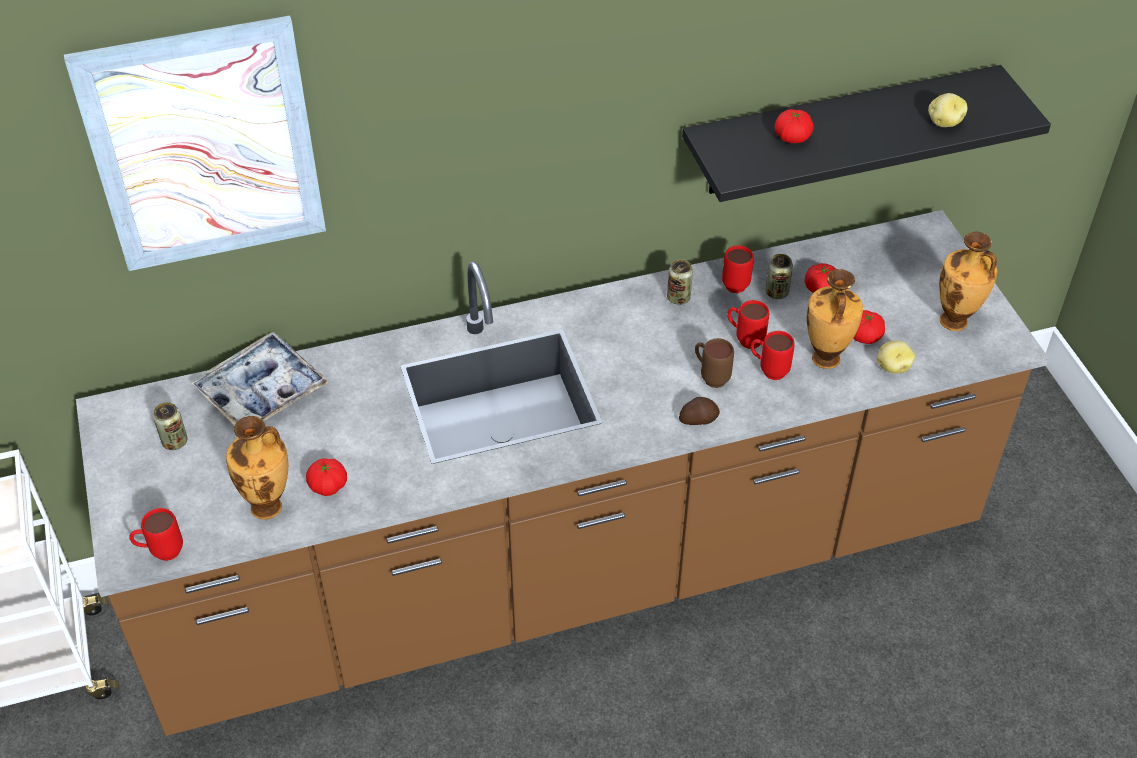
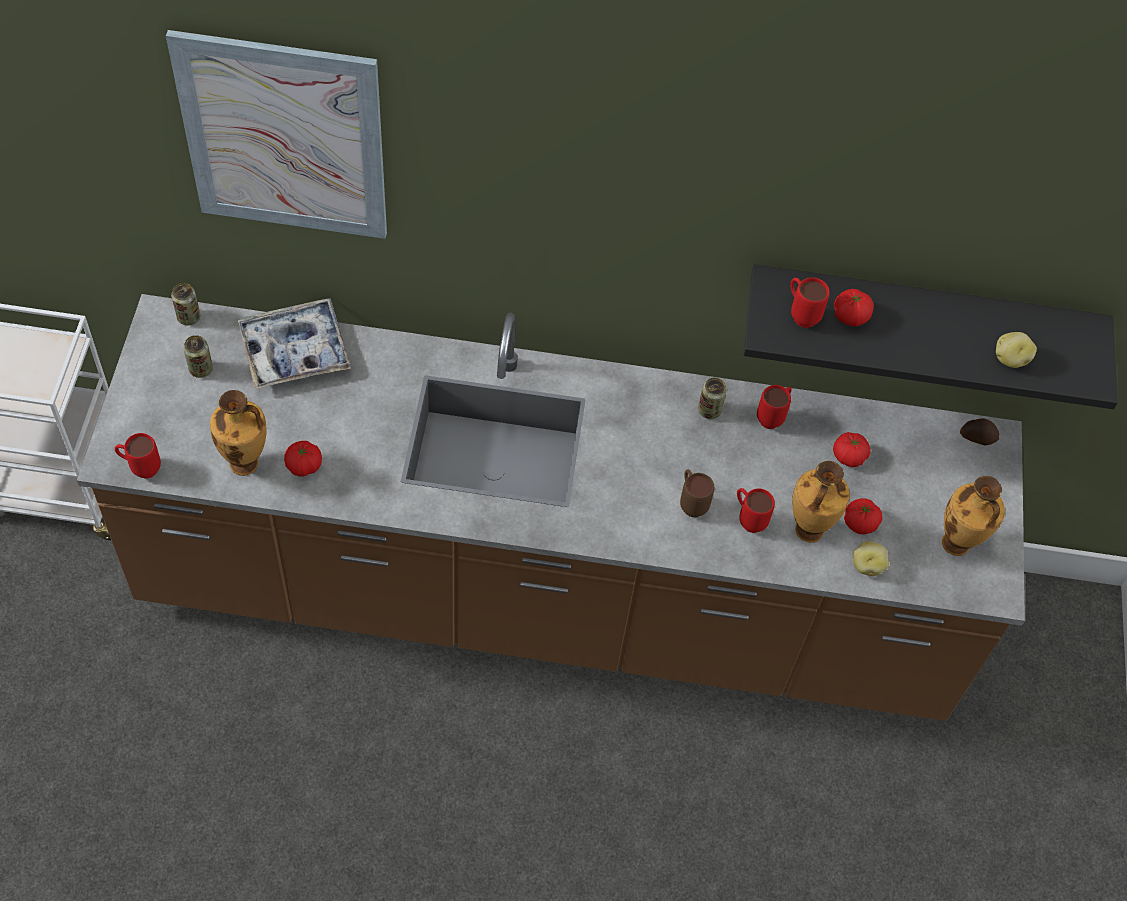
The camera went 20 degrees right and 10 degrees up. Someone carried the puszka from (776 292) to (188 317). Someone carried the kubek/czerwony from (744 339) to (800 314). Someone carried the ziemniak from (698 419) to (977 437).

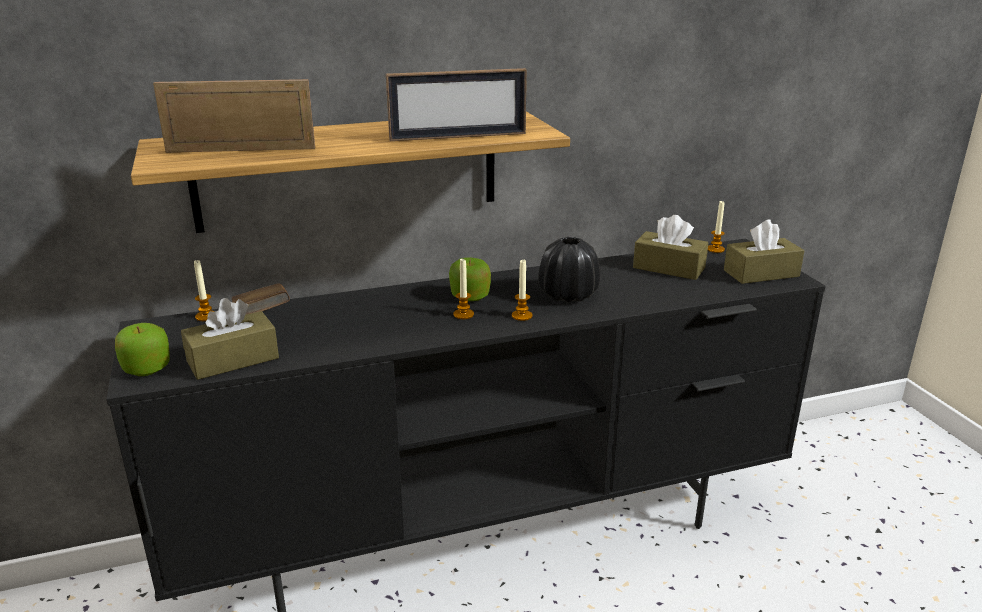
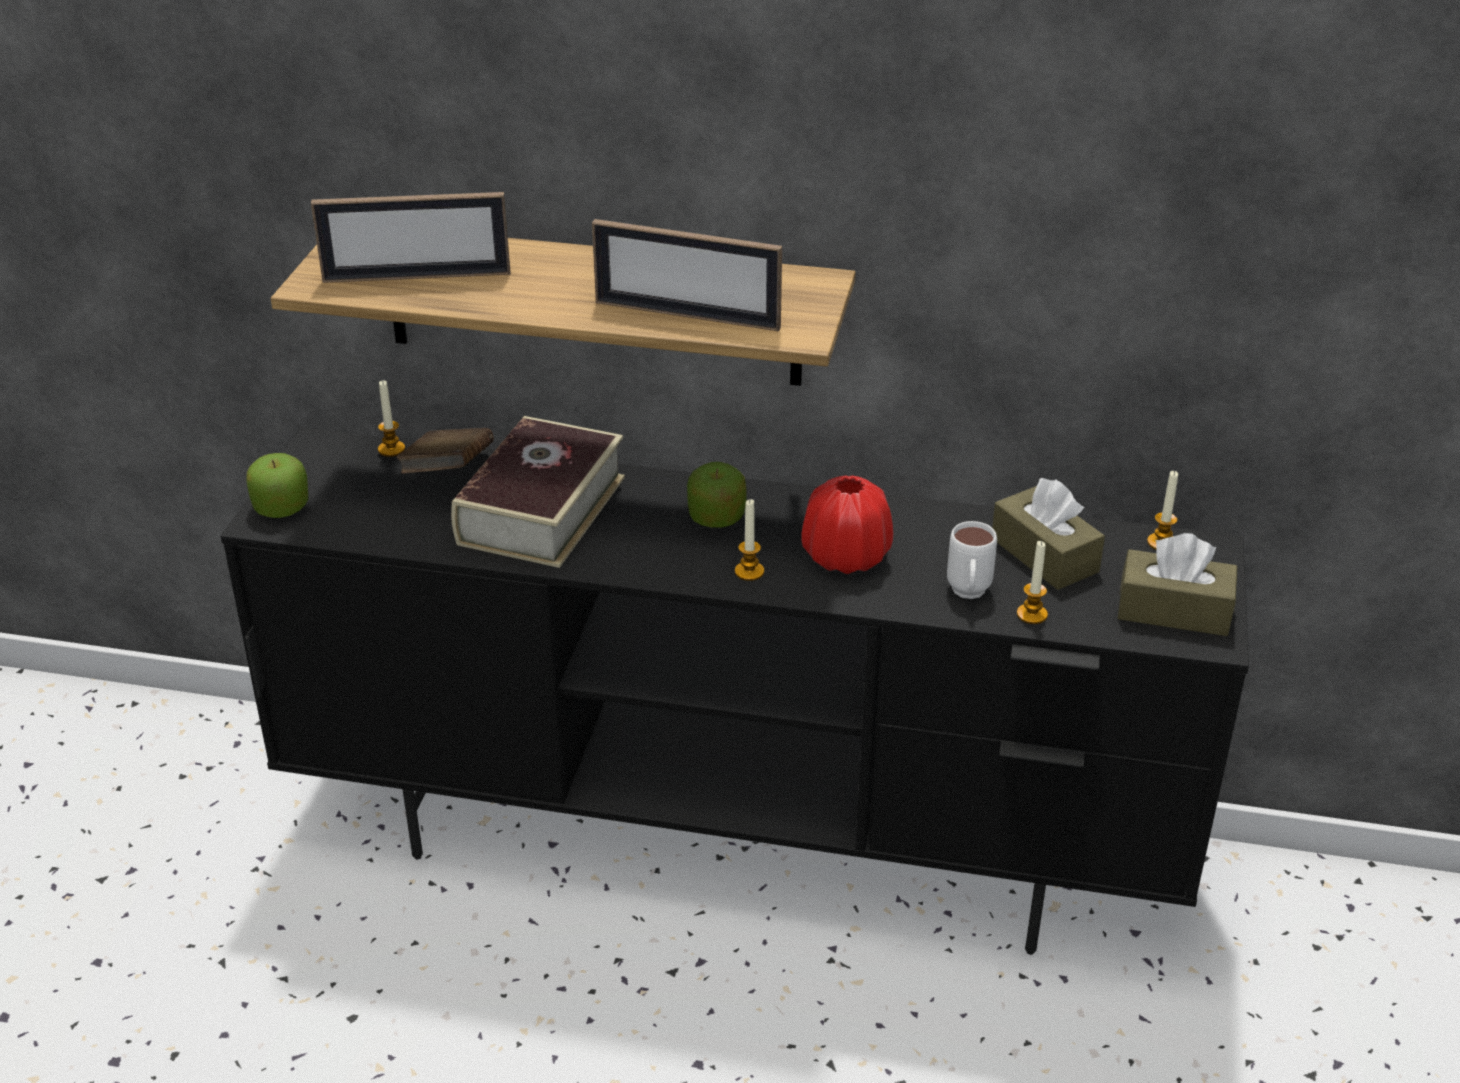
The camera went 30 degrees right and 10 degrees up. Someone rotated the ramka na zdjęcie at (241 150) by 150 degrees clockwise. Someone put down the książka at (541 510). Someone repainted the wazon/czarny at (568 295), which became the wazon/czerwony at (846 557). Someone put down the kubek/biały at (968 595). Someone carried the świeca from (463 314) to (1032 614). Someone took away the pudełko chusteczek/brązowy at (233 359).

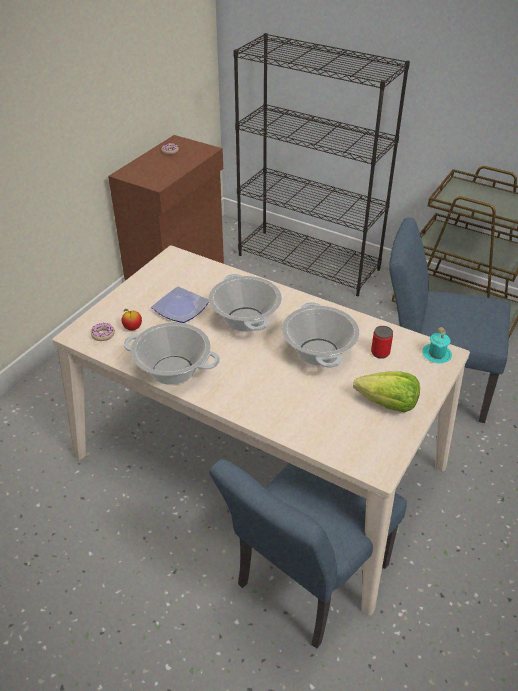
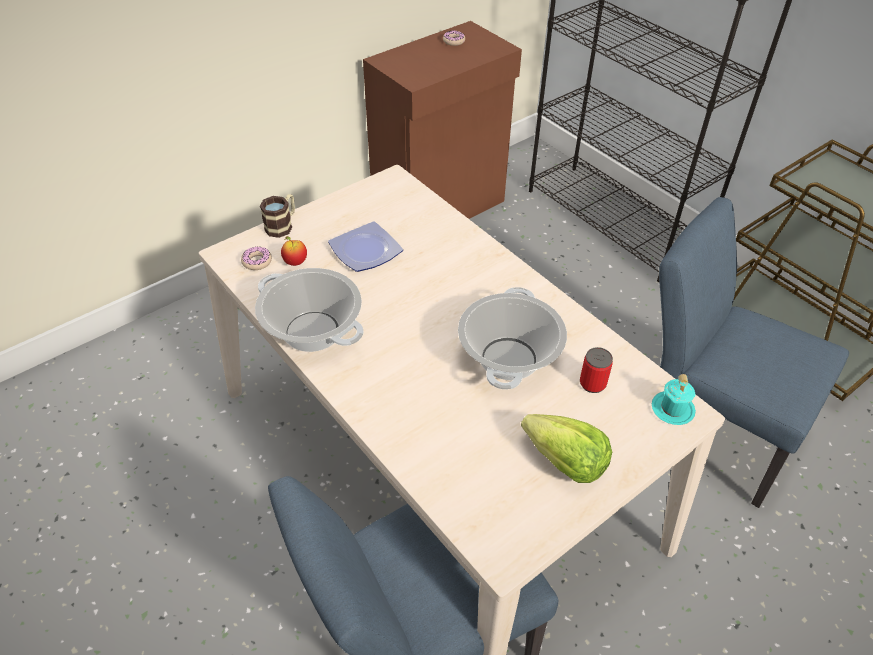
The camera went 20 degrees right and 5 degrees up. Someone put down the kubek at (282 225). Someone took away the garnek at (245 319).

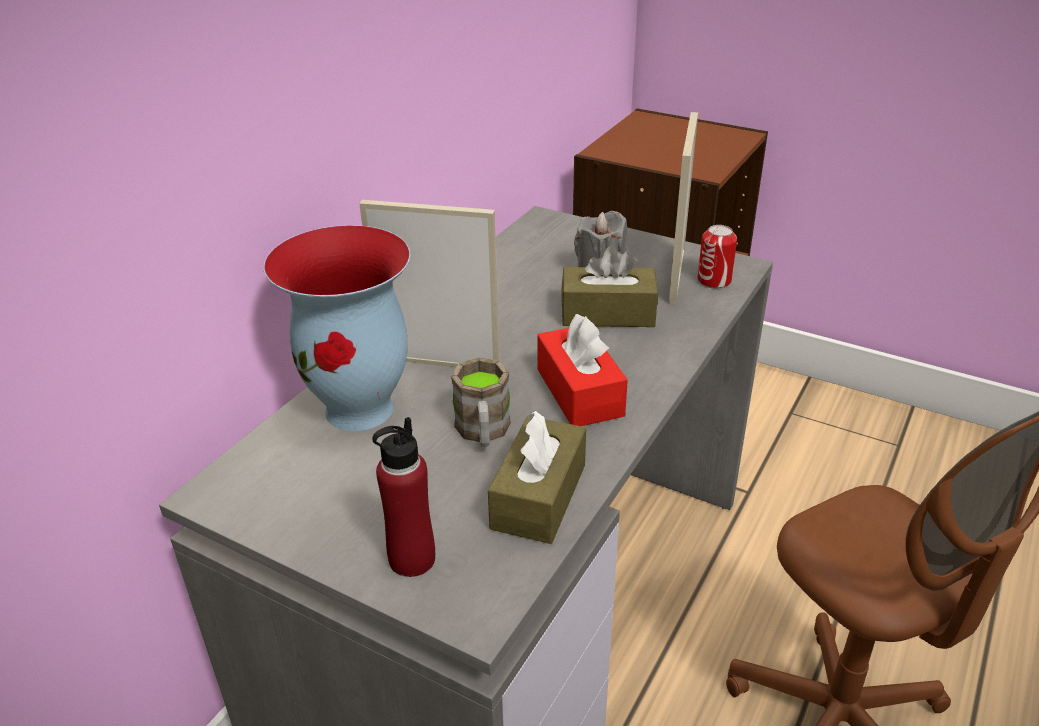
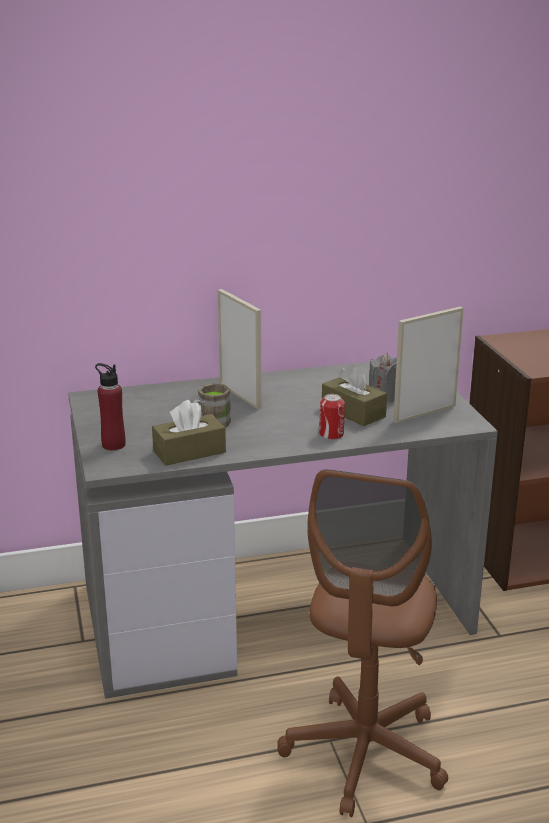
The camera went 45 degrees right and 10 degrees down. Someone carried the puszka from (714 280) to (331 434). Someone took away the wazon at (362 409). Someone took away the pudełko chusteczek/czerwony at (579 392).

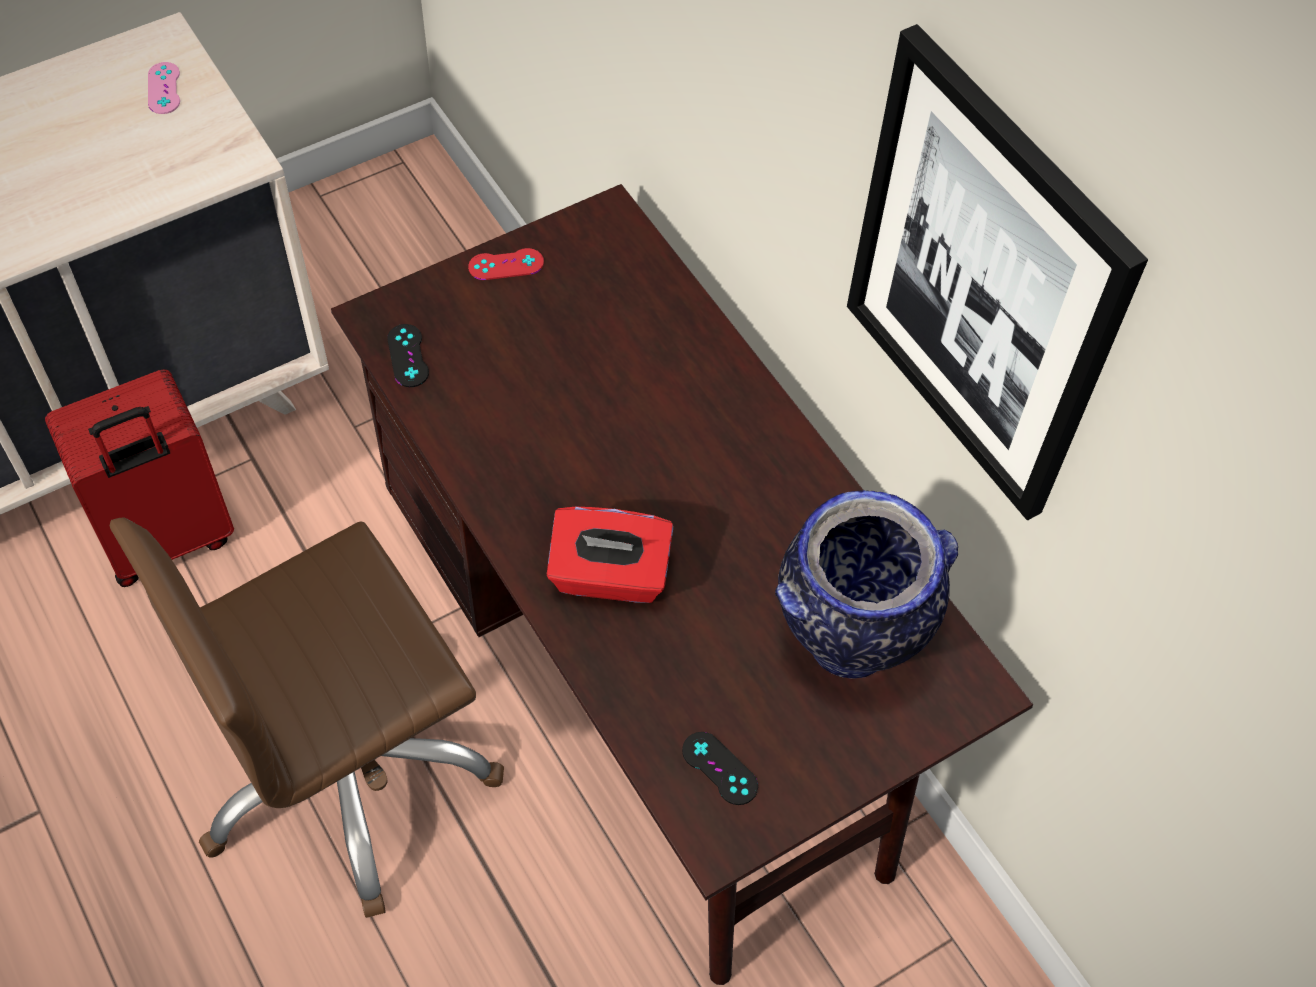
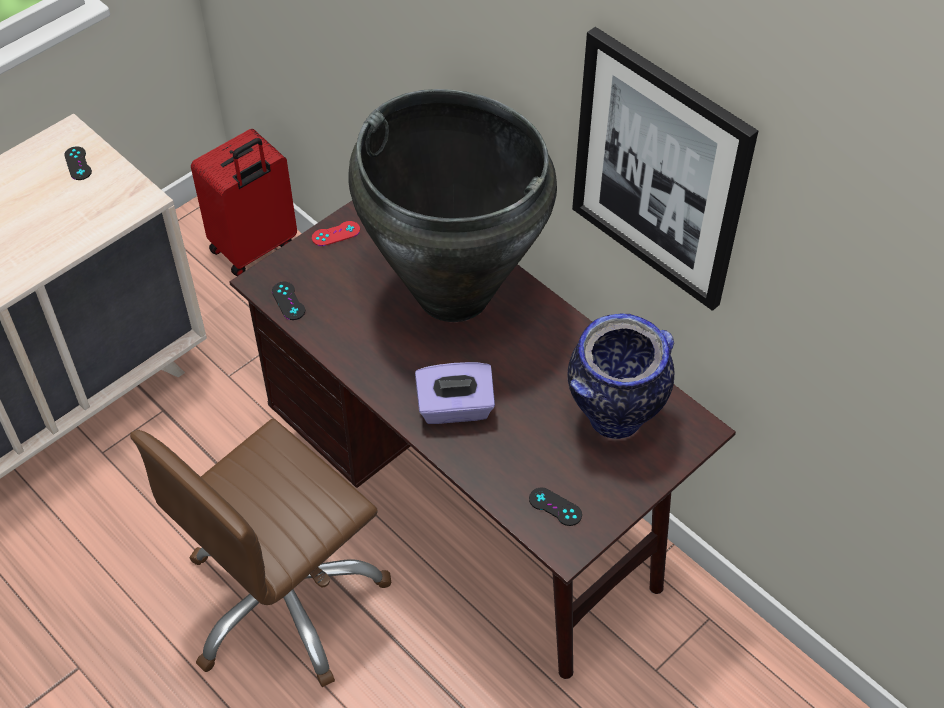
The camera went 10 degrees left and 5 degrees down. Someone repainted the pad do gier/różowy at (164 88), which became the pad do gier/czarny at (78 163). Someone carried the walizka/czerwony from (167 540) to (254 248). Someone put down the wazon/czarny at (454 294). Someone repainted the pudełko chusteczek/czerwony at (609 576), which became the pudełko chusteczek/fioletowy at (455 408).

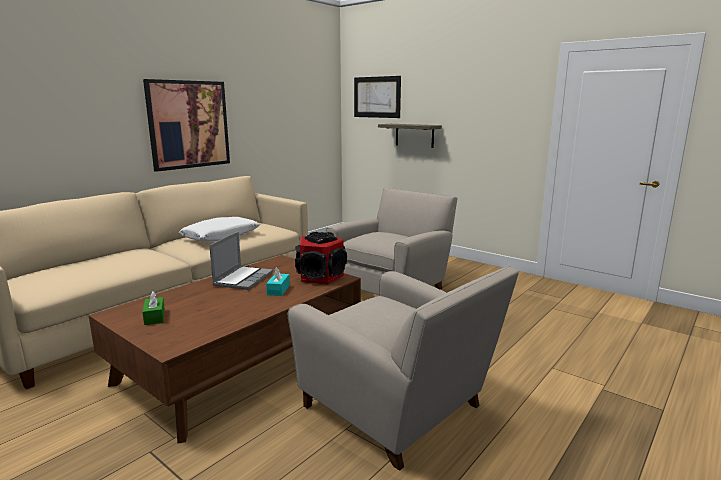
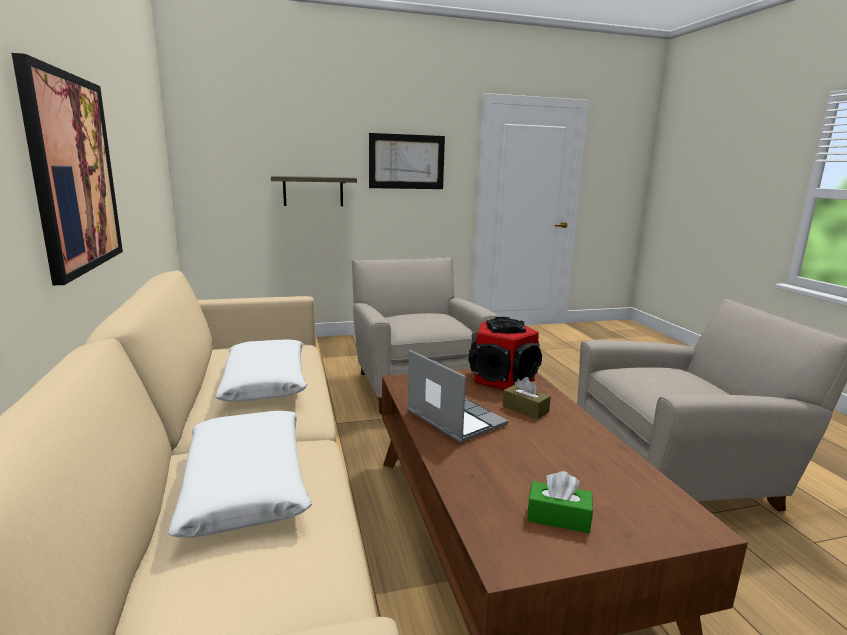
The camera went 55 degrees left and 0 degrees up. Someone put down the poduszka/biały at (247 484). Someone carried the obraz from (376 97) to (406 161). Someone repainted the pudełko chusteczek/turkusowy at (278 290), which became the pudełko chusteczek/brązowy at (525 409).

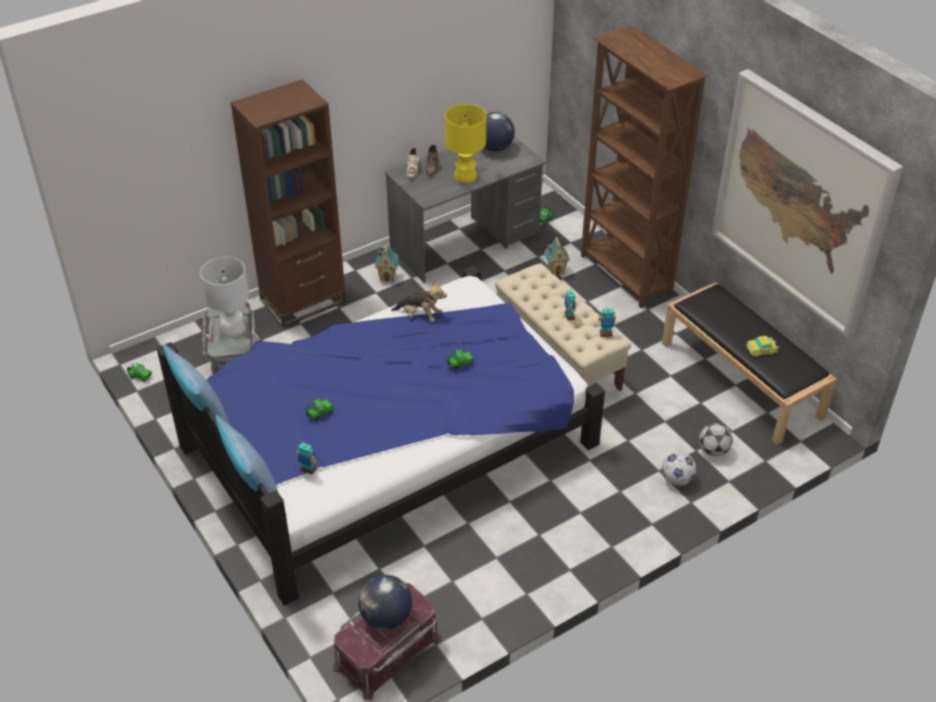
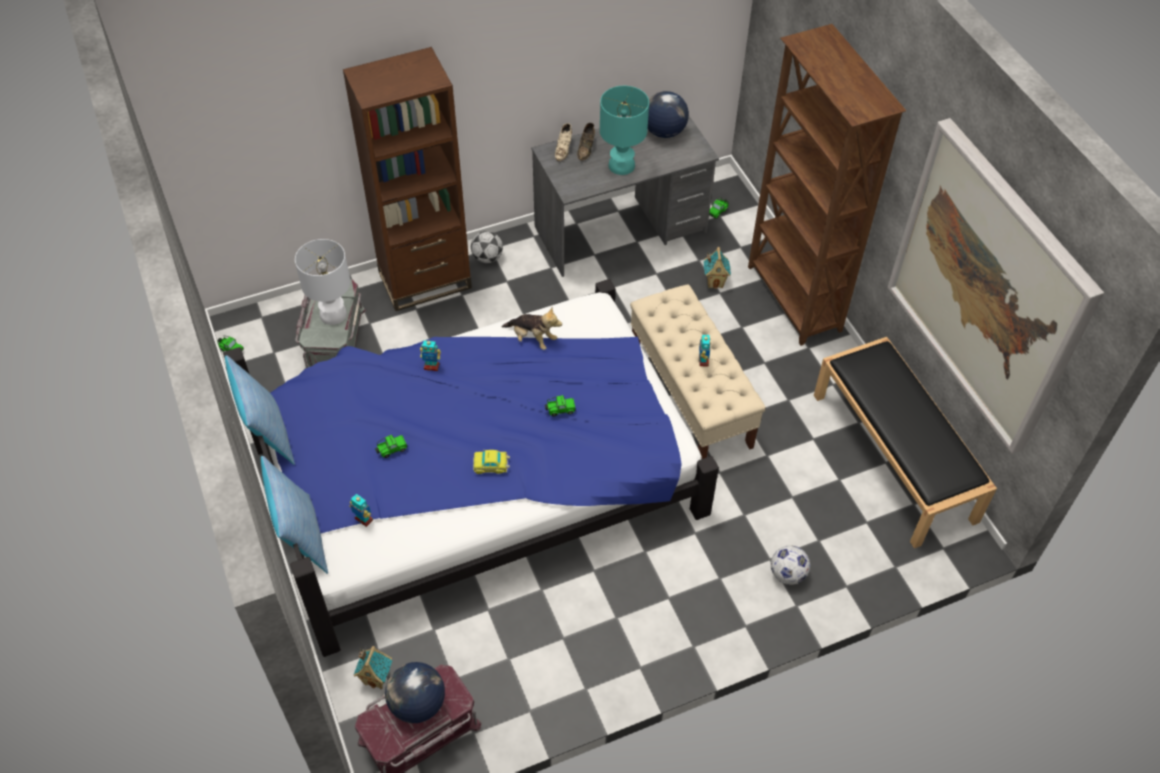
The camera went 10 degrees right and 10 degrees up. Someone carried the domek from (388 277) to (377 678). Someone carried the robot zabawkowy from (606 333) to (431 366). Someone carried the piłka futbolowa from (713 450) to (487 258). Someone carried the samochodzik from (762 349) to (491 464). Someone repainted the lampa stołowa/żółty at (465 175), which became the lampa stołowa/turkusowy at (621 165).

